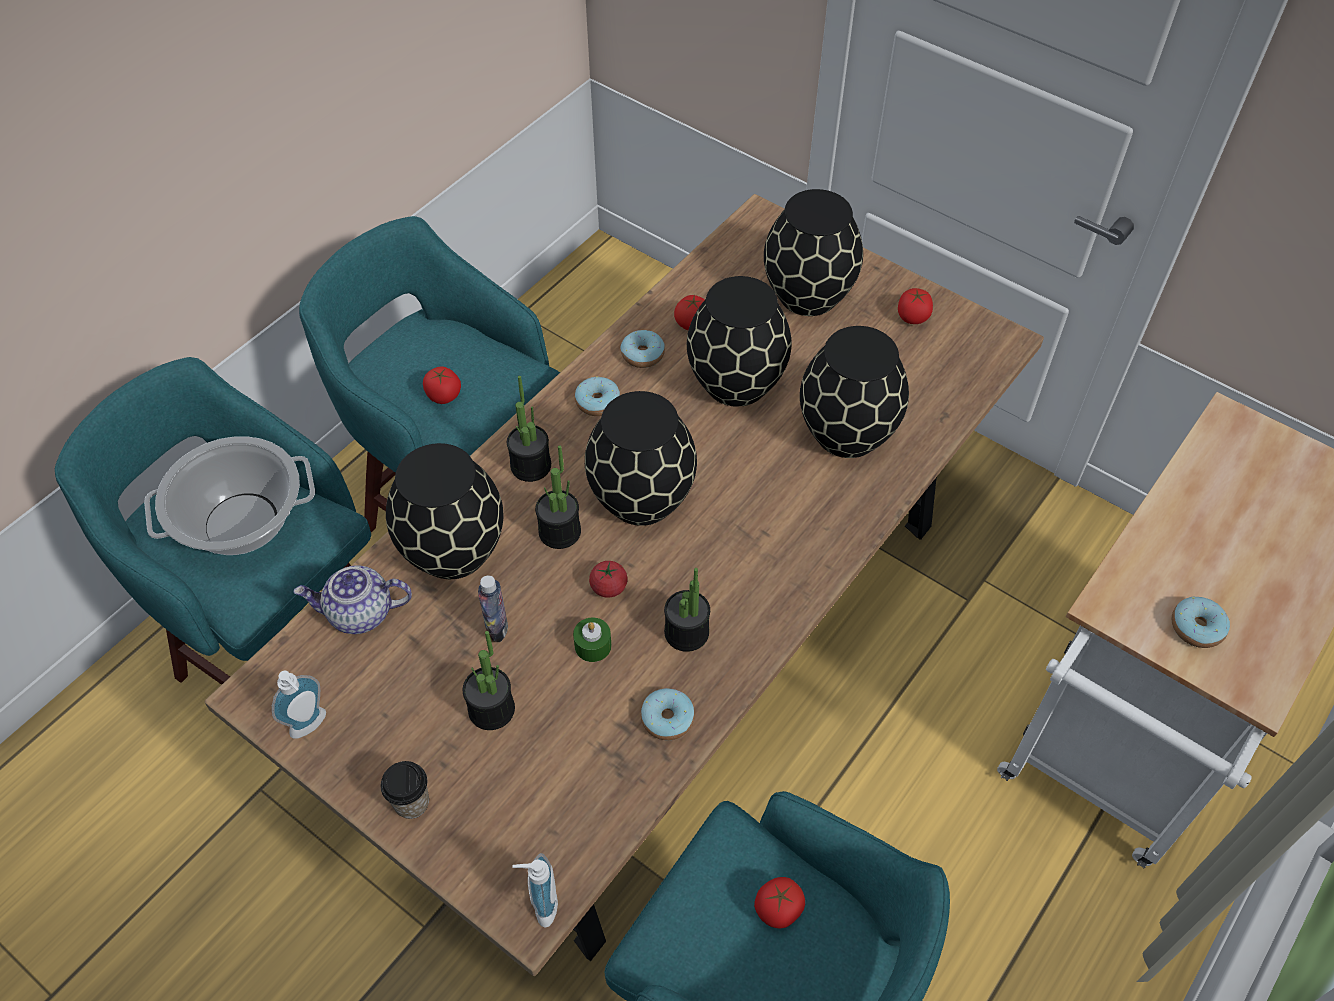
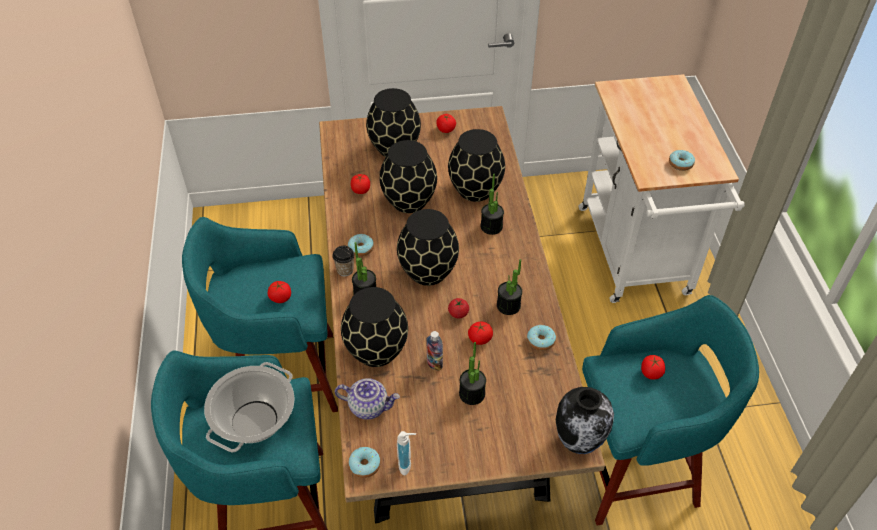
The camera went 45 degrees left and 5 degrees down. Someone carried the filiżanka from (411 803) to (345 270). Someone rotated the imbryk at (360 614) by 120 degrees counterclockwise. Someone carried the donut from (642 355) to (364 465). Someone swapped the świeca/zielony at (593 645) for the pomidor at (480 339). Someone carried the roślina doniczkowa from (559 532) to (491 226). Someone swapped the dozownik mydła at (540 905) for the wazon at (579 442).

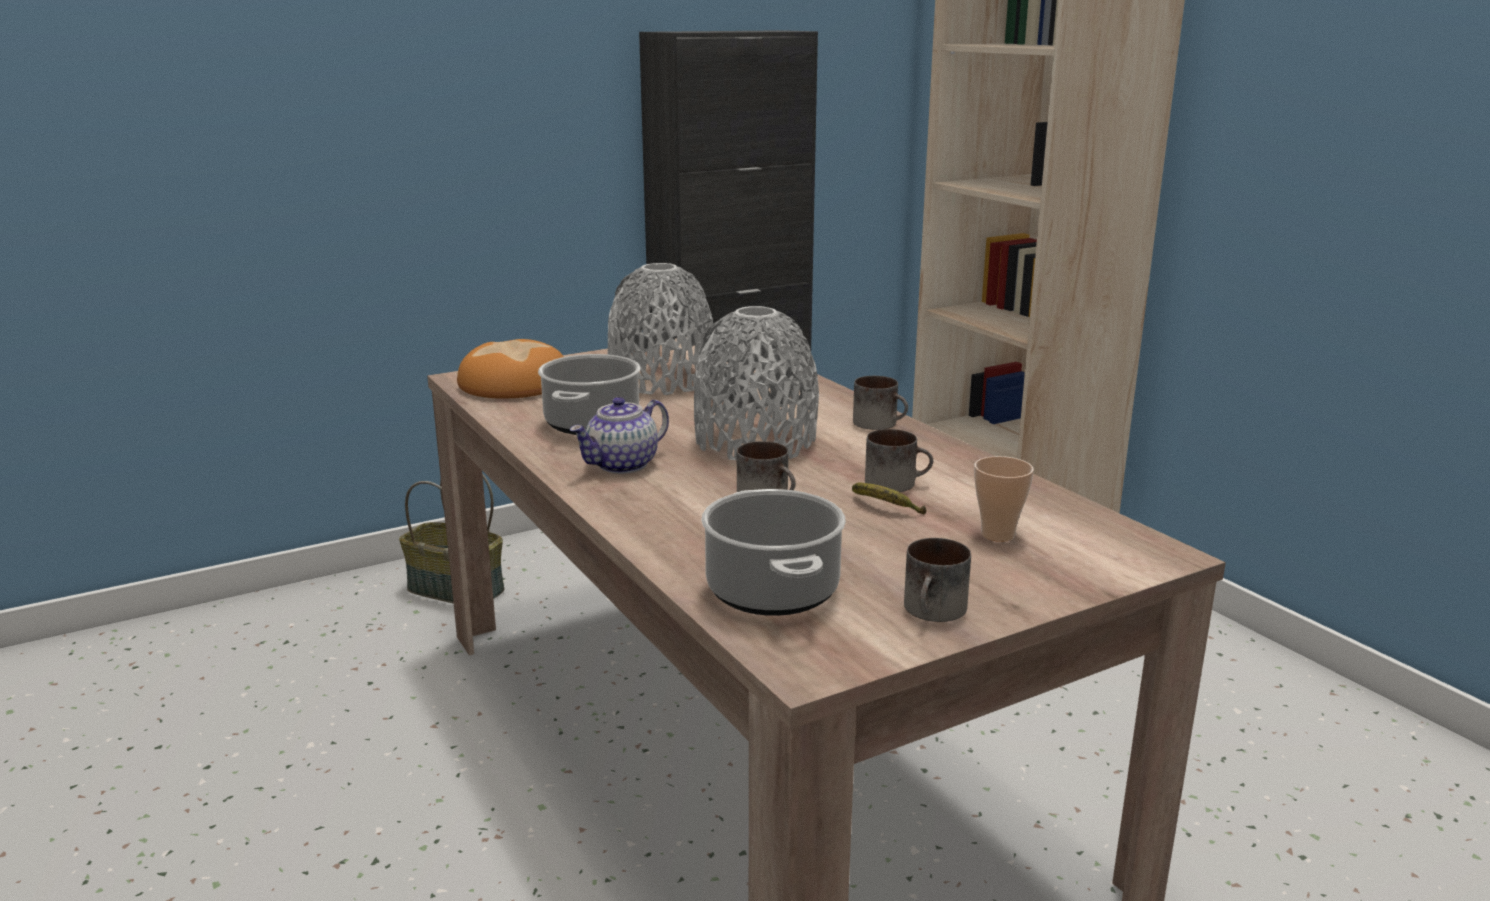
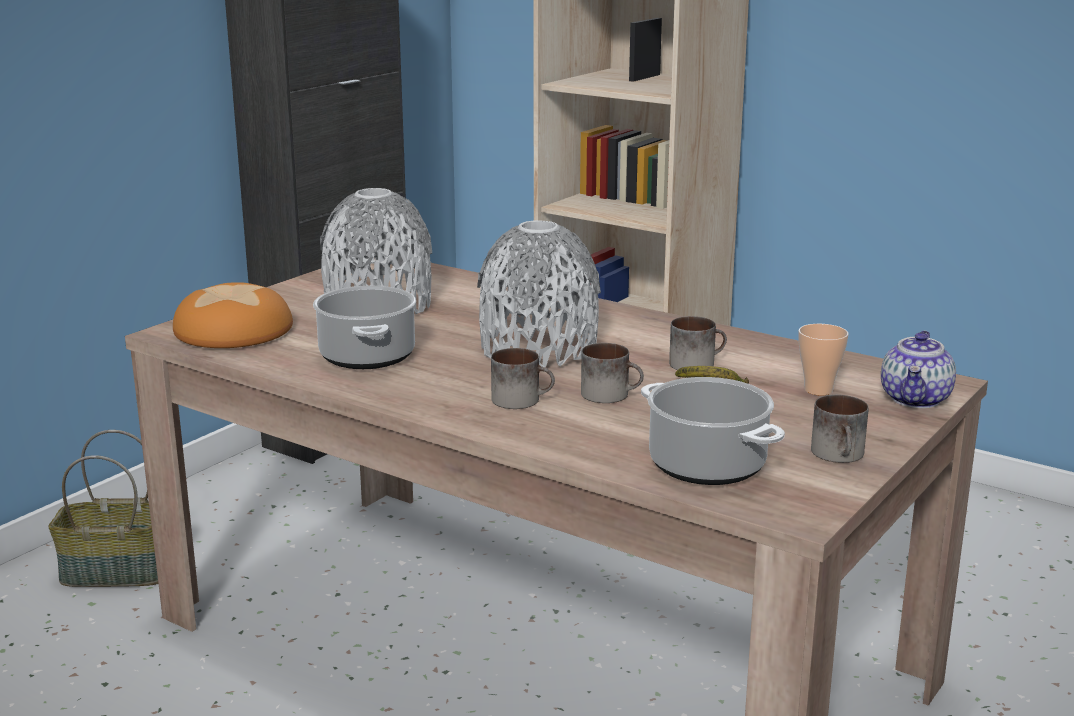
The camera went 25 degrees left and 0 degrees up. Someone carried the kubek from (880 423) to (522 399). Someone carried the imbryk from (622 465) to (916 399).

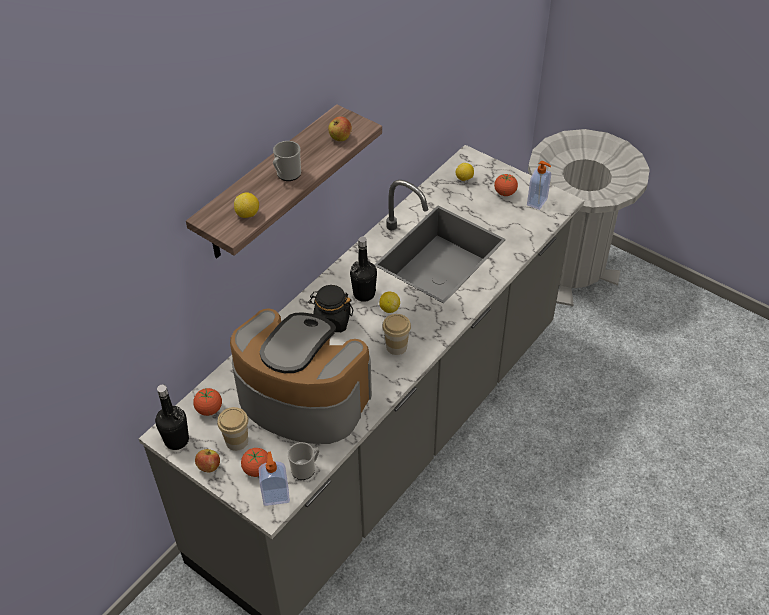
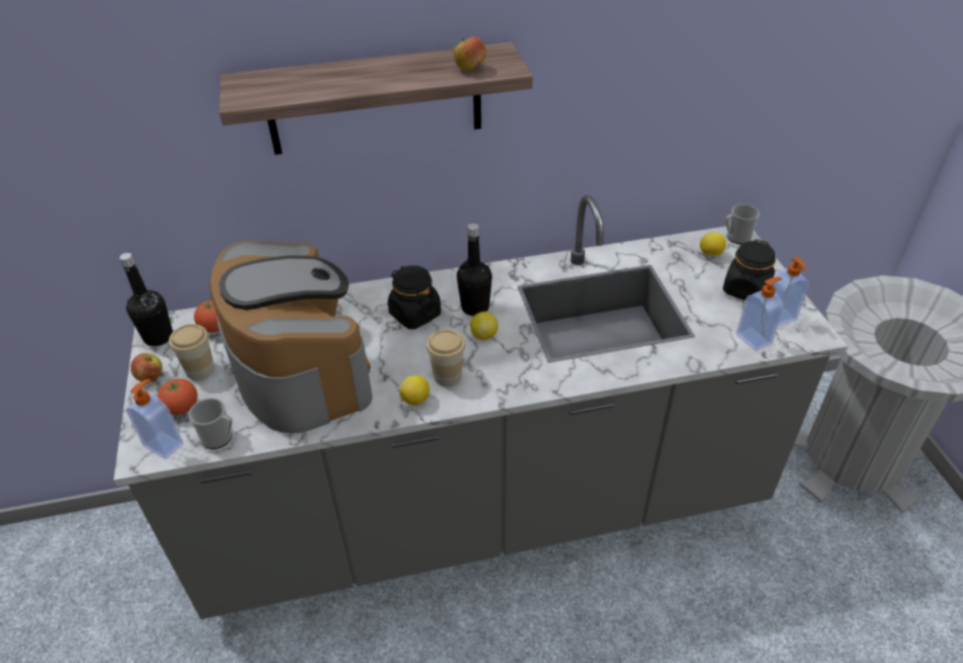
The camera went 40 degrees right and 5 degrees down. Someone carried the cytryna from (248 214) to (416 400). Someone swapped the pomidor at (505 193) for the słoik/czarny at (746 290). Someone carried the kubek from (287 175) to (736 237). Someone put down the dozownik mydła at (754 339).

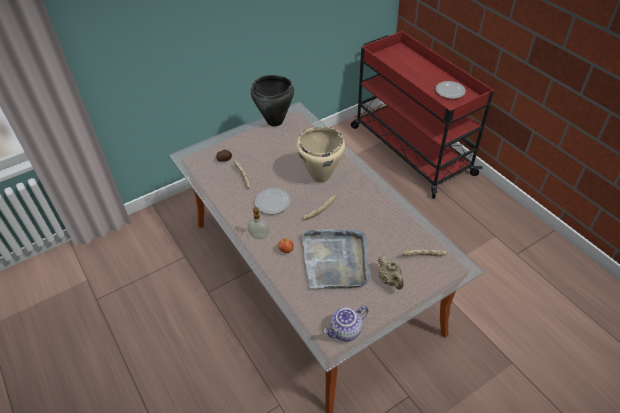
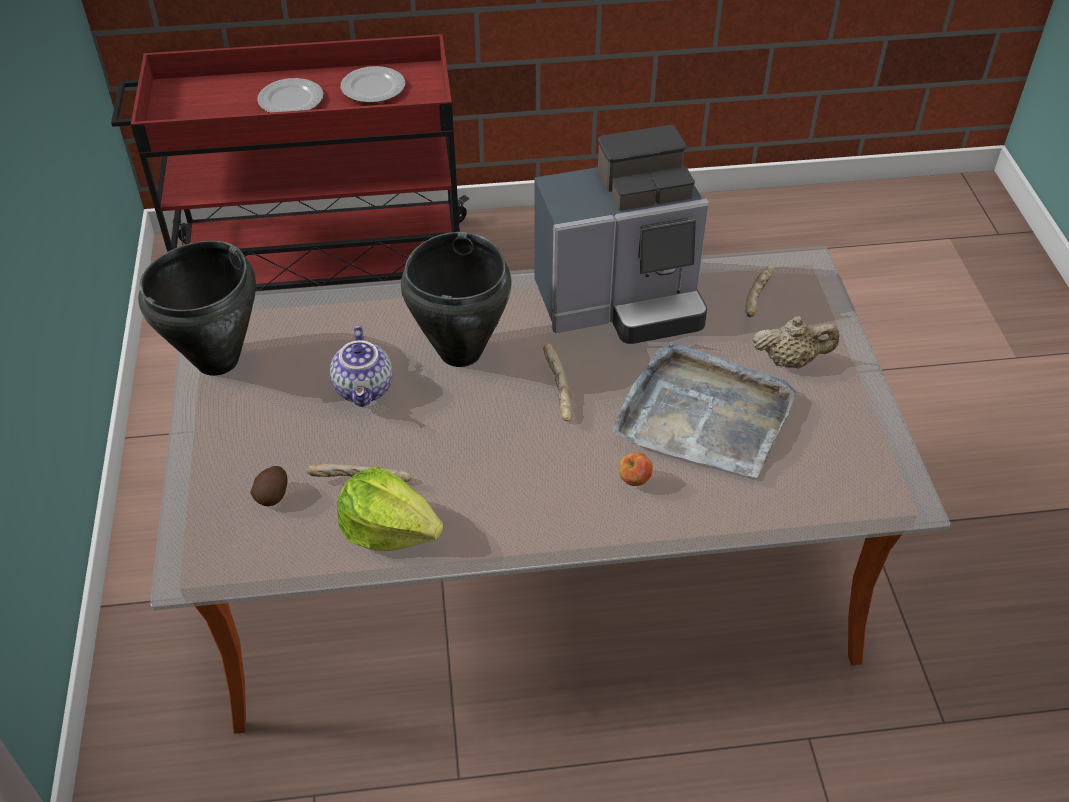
The camera went 65 degrees left and 0 degrees up. Someone carried the talerz from (272 202) to (291 101). Someone carried the imbryk from (345 331) to (365 389). Someone put down the sałata at (389 529). Someone repainted the garnek/beżowy at (320 176), which became the garnek/czarny at (459 352). Someone put down the ekspres do kawy at (622 302). Someone took away the dozownik mydła at (259 237).

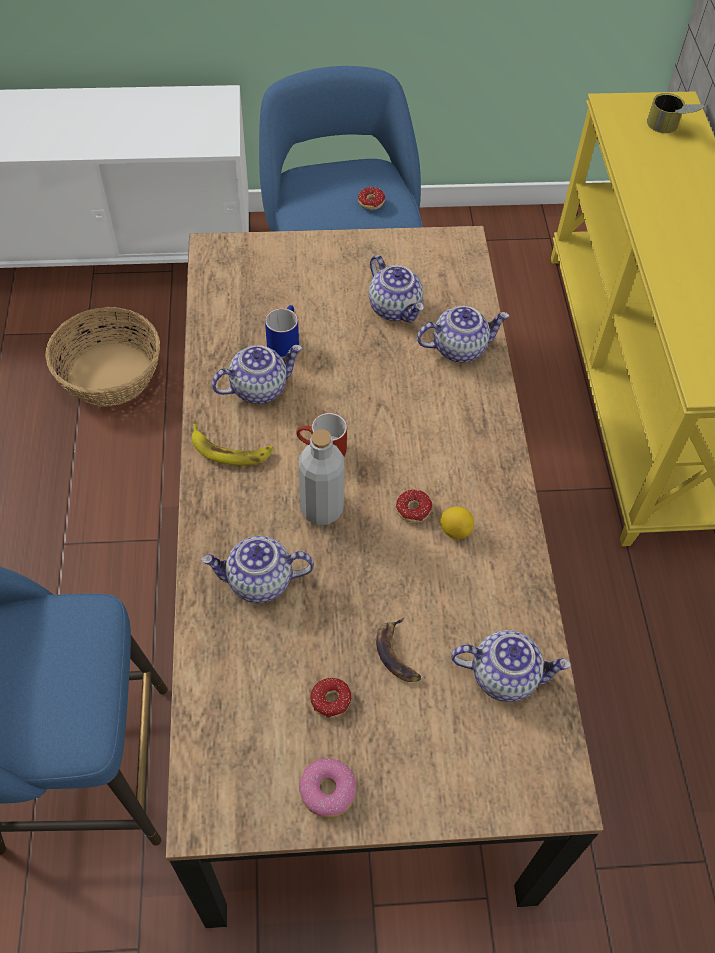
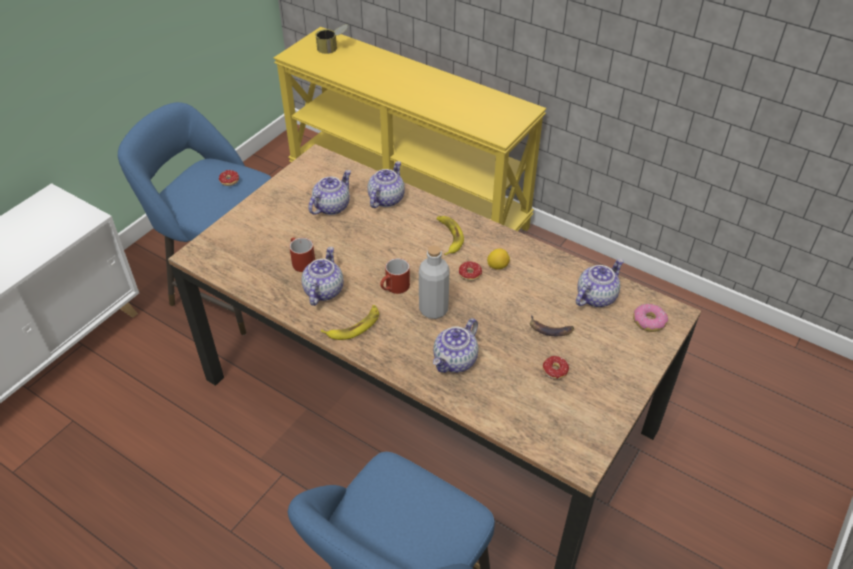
The camera went 50 degrees left and 10 degrees down. Someone repainted the kubek/niebieski at (284 339), which became the kubek/czerwony at (300 261). Someone rotated the imbryk at (395 308) by 60 degrees counterclockwise. Someone put down the banan at (448 237). Someone carried the donut from (327 791) to (648 322). Someone took away the koszyk at (109 374).

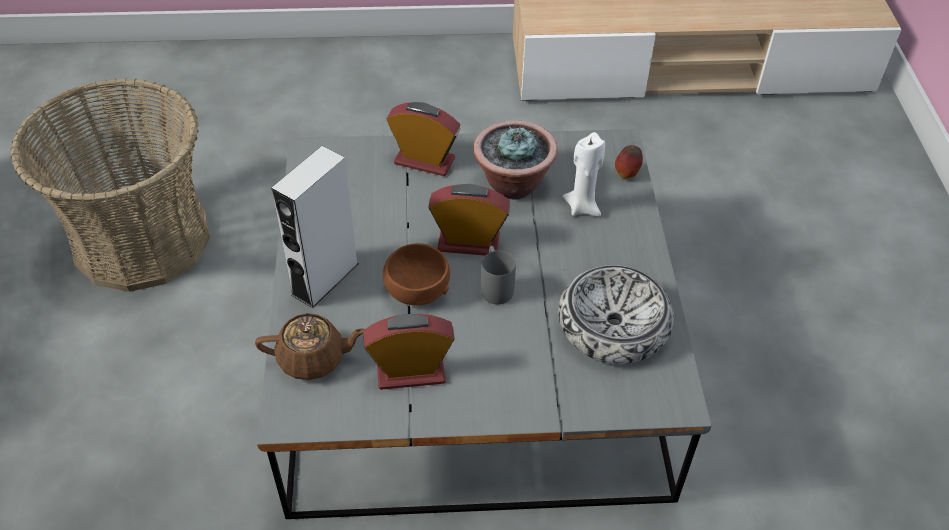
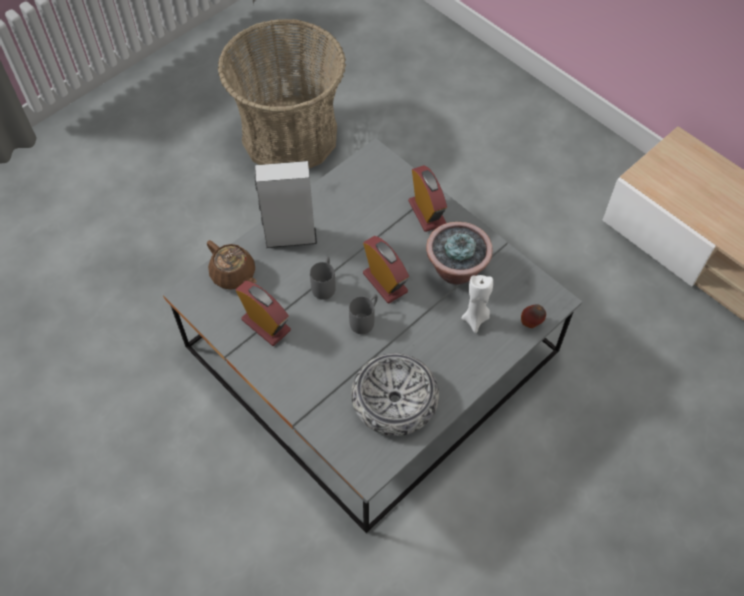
The camera went 50 degrees right and 10 degrees up. Someone swapped the miska/brązowy at (416 290) for the kubek/szary at (325 284).

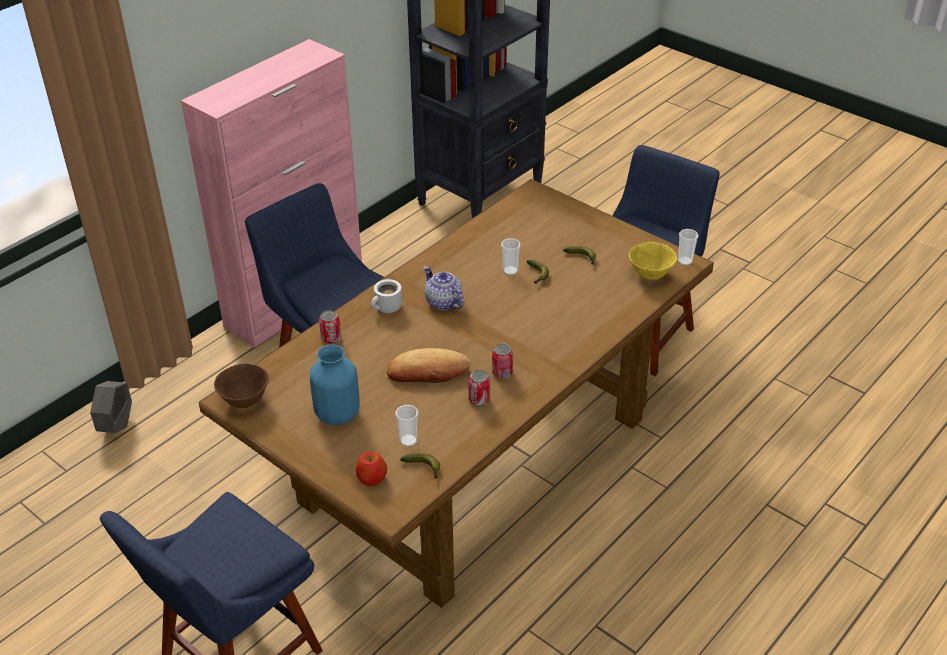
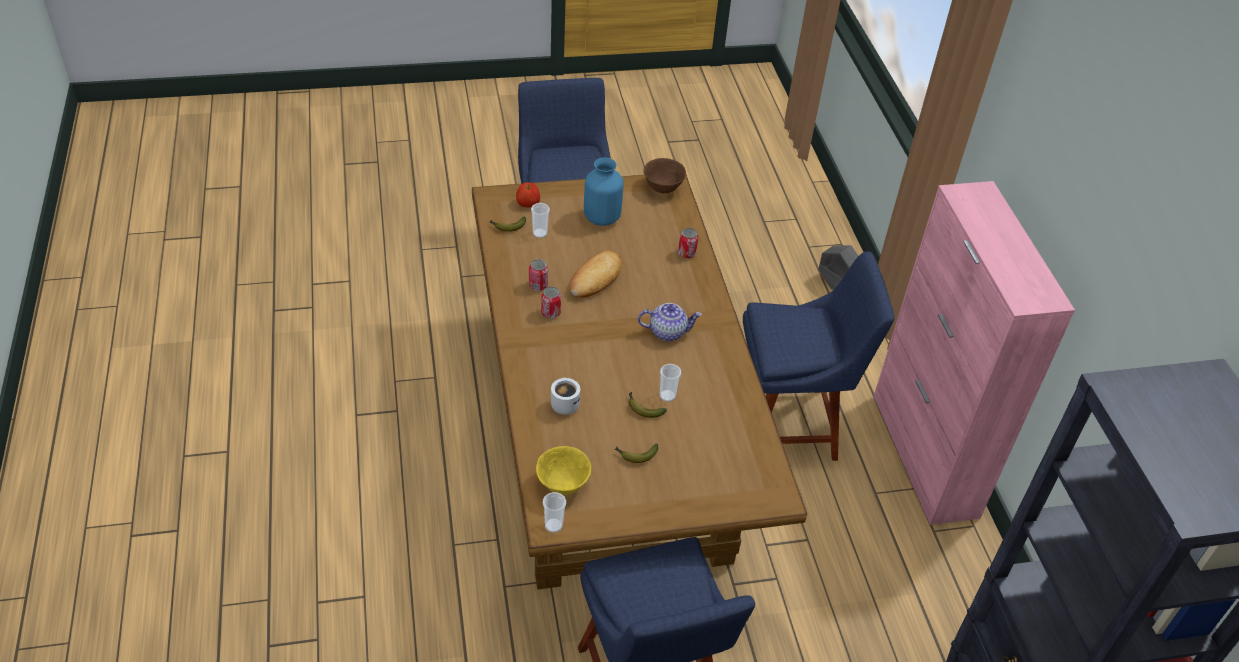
The camera went 125 degrees right and 5 degrees up. Someone carried the kubek/biały from (387 308) to (563 404).

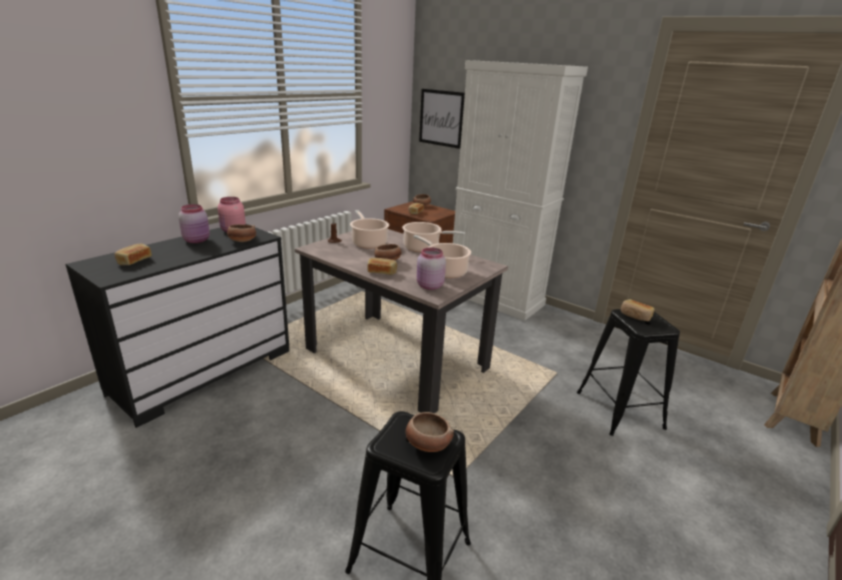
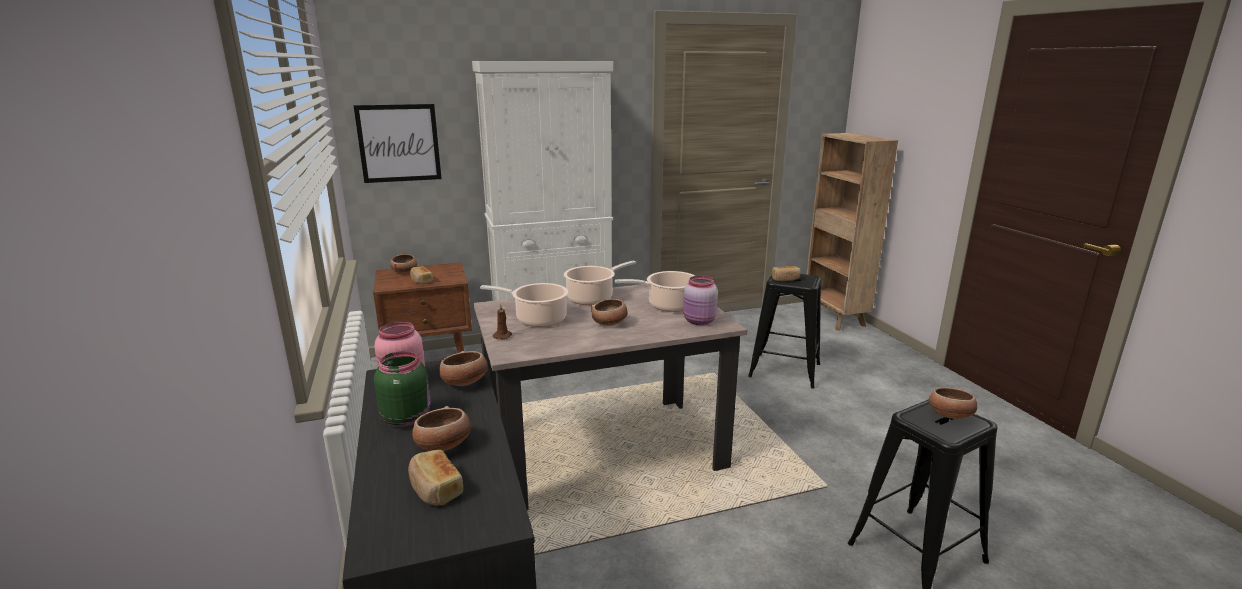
The camera went 55 degrees left and 5 degrees down. Someone repainted the słoik/różowy at (197 240), which became the słoik/zielony at (407 417). Someone put down the miska at (443 446). Someone took away the chleb at (382 272).

